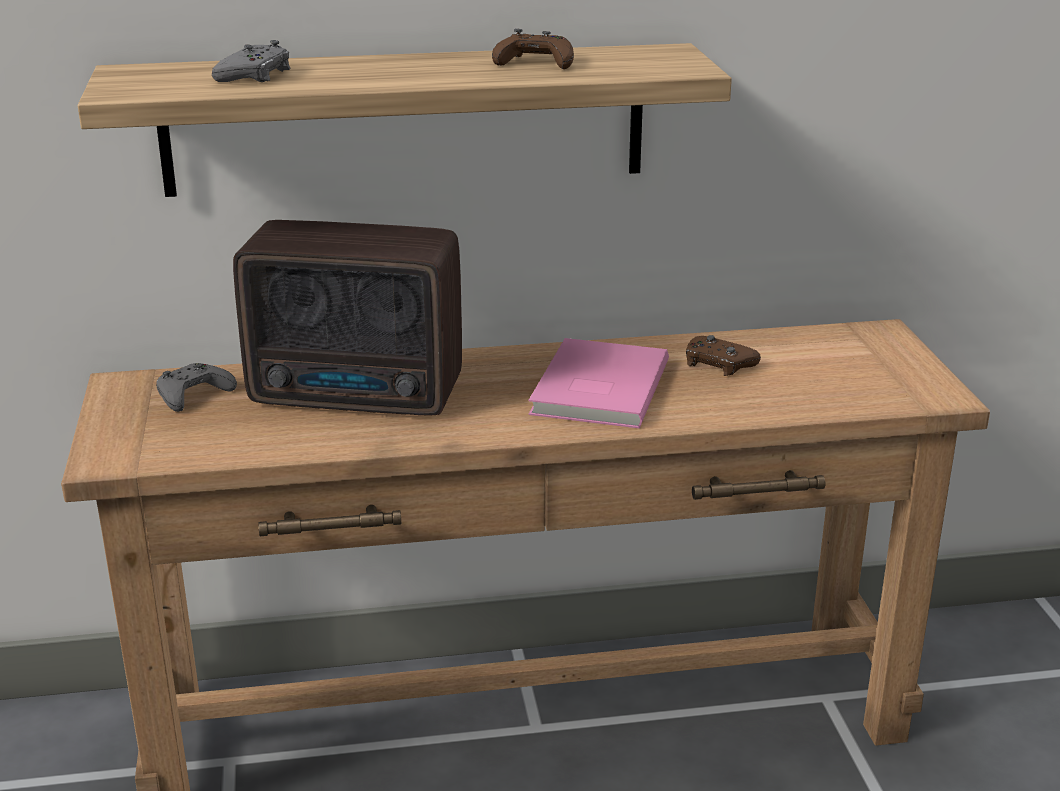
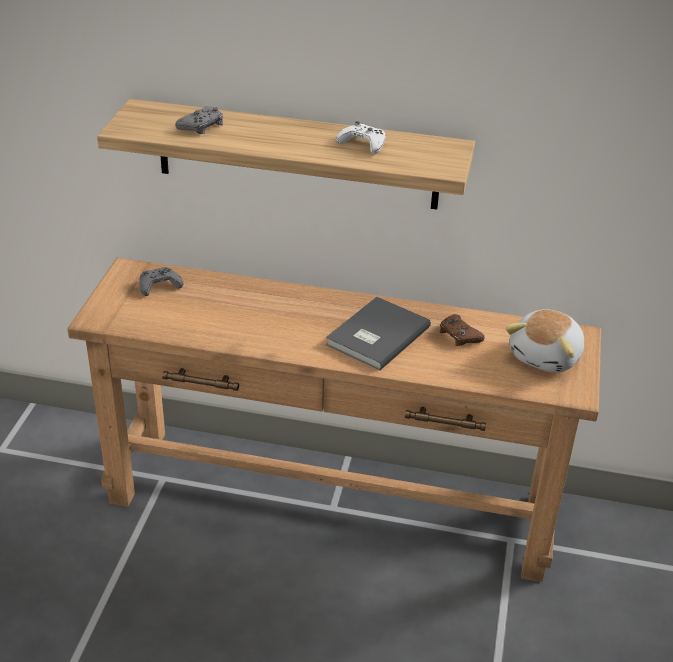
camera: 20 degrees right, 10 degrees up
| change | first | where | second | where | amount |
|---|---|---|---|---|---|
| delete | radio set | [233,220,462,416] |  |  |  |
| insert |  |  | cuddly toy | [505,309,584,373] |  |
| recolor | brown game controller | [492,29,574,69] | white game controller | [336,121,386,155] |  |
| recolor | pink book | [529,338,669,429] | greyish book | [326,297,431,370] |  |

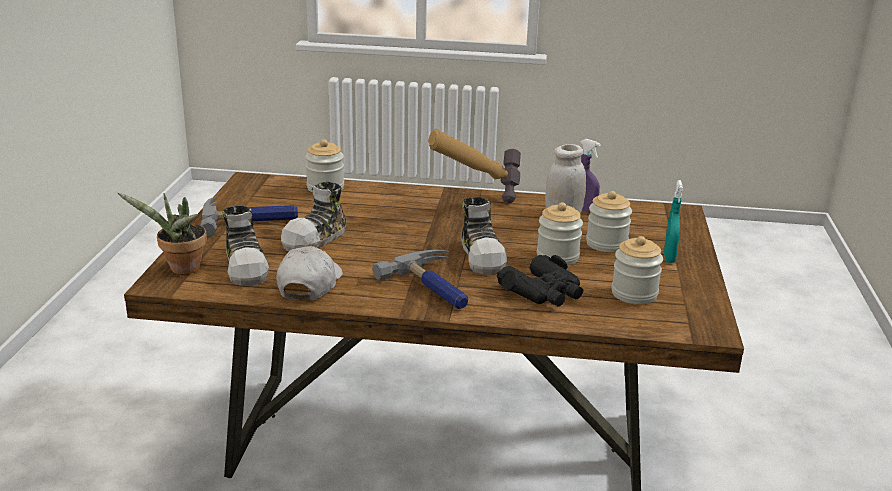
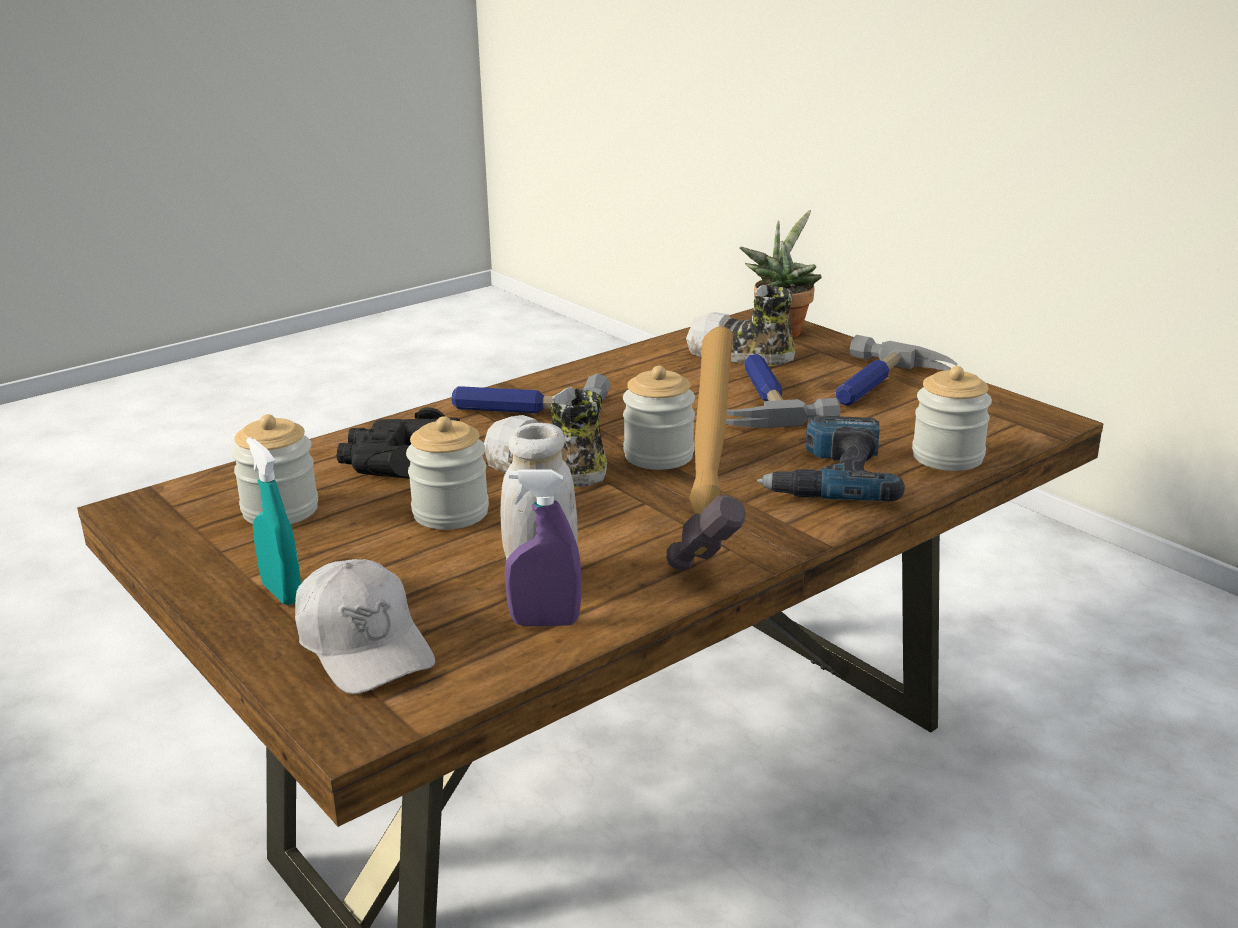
camera: 135 degrees right, 0 degrees up
| change | first | where | second | where | amount |
|---|---|---|---|---|---|
| insert |  |  | electric drill | [757,416,905,502] |  |
| move | white baseball cap | [276,246,343,300] |  | [295,559,435,694] |  |
| move | jar | [586,191,632,252] |  | [623,366,695,470] |  |
| replace | low shoe | [281,182,347,252] | tool hammer | [726,354,840,428] |  |

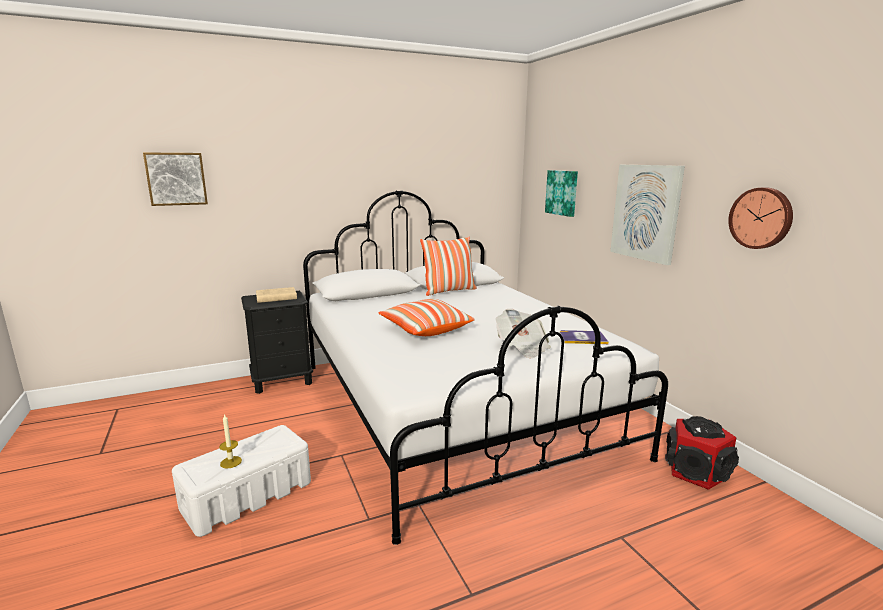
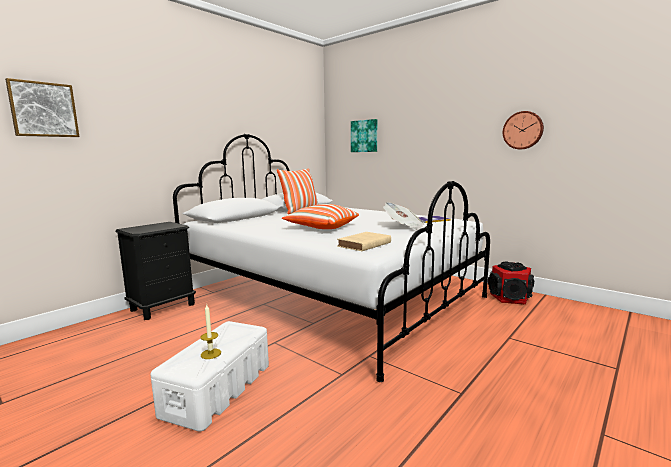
camera: 25 degrees left, 5 degrees down
| change | first | where | second | where | amount |
|---|---|---|---|---|---|
| delete | picture | [610,165,685,265] |  |  |  |
| move | sand-coloured book | [256,287,297,303] |  | [337,232,391,251] |  |

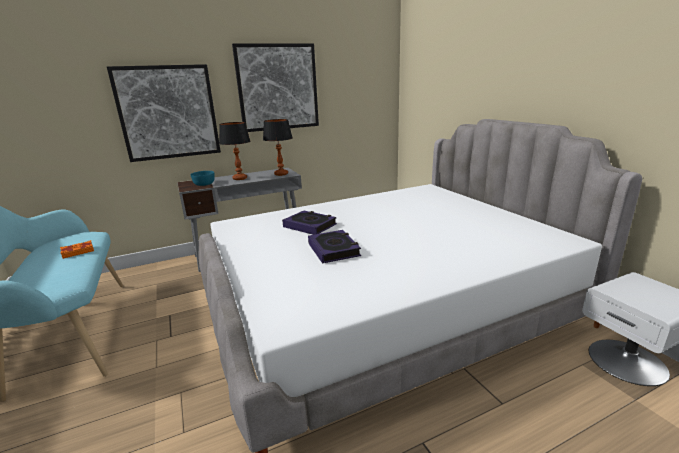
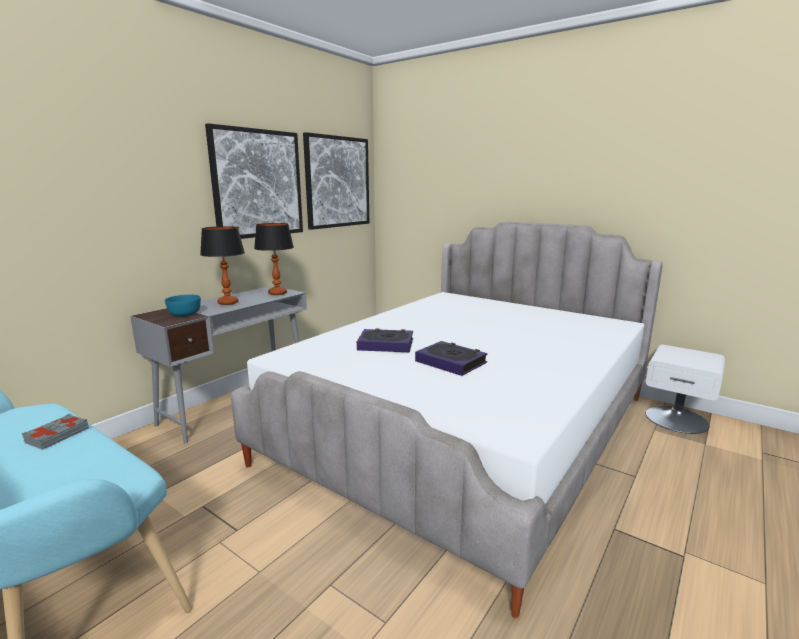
camera: 30 degrees left, 5 degrees down
| change | first | where | second | where | amount |
|---|---|---|---|---|---|
| move | picture | [107,64,221,162] |  | [303,132,369,230] |  |
| recolor | orange-coloured book | [60,240,94,259] | greyish book | [21,414,89,450] |  |

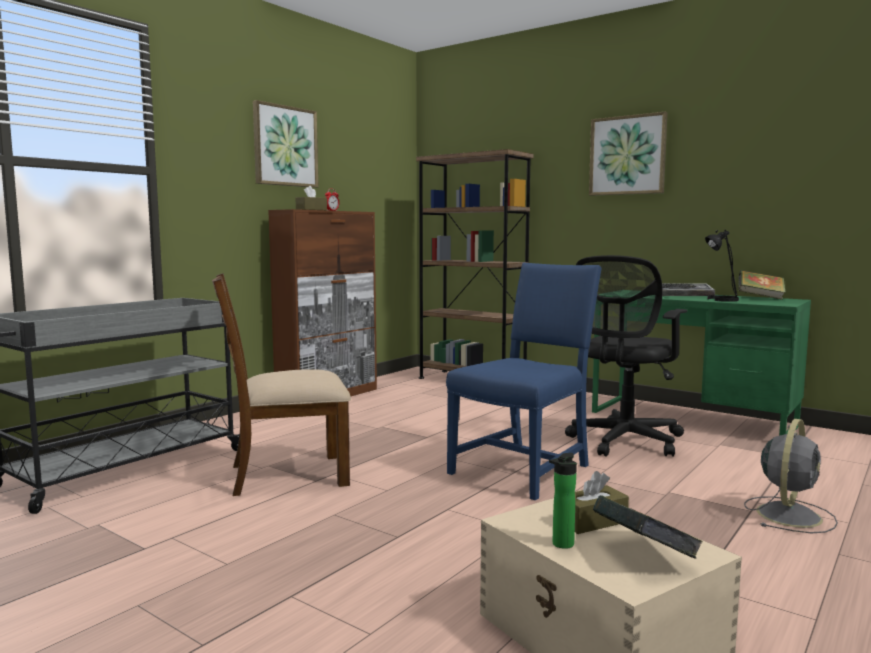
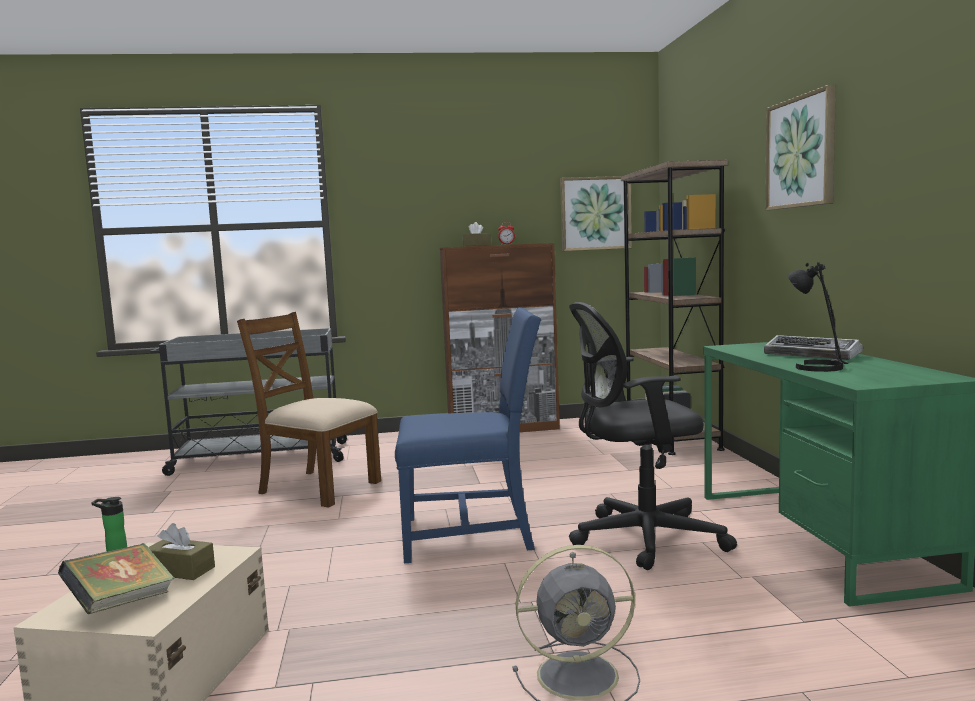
camera: 45 degrees right, 0 degrees up
| change | first | where | second | where | amount |
|---|---|---|---|---|---|
| delete | book | [739,270,786,300] |  |  |  |
| move | picture | [253,100,319,188] |  | [560,176,632,251] |  |

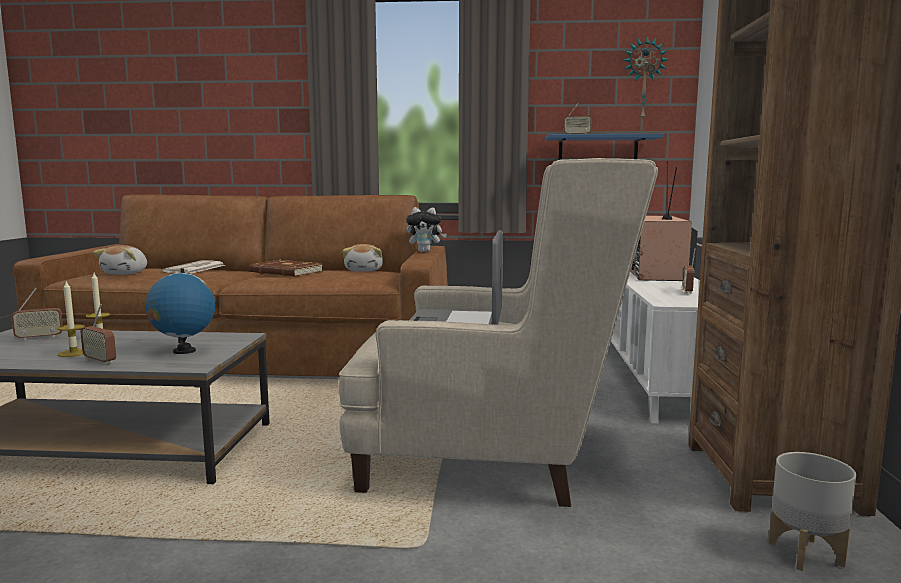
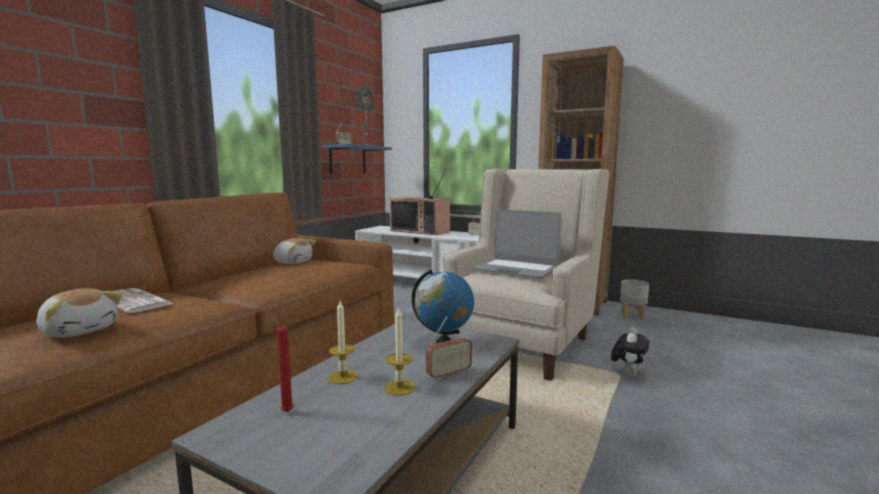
camera: 65 degrees left, 0 degrees up
| change | first | where | second | where | amount |
|---|---|---|---|---|---|
| delete | brown book | [250,260,323,276] |  |  |  |
| move | cuddly toy | [406,207,447,252] |  | [611,327,649,377] |  |
| replace | radio set | [11,288,63,340] | reddish wax light | [271,319,294,413] |  |

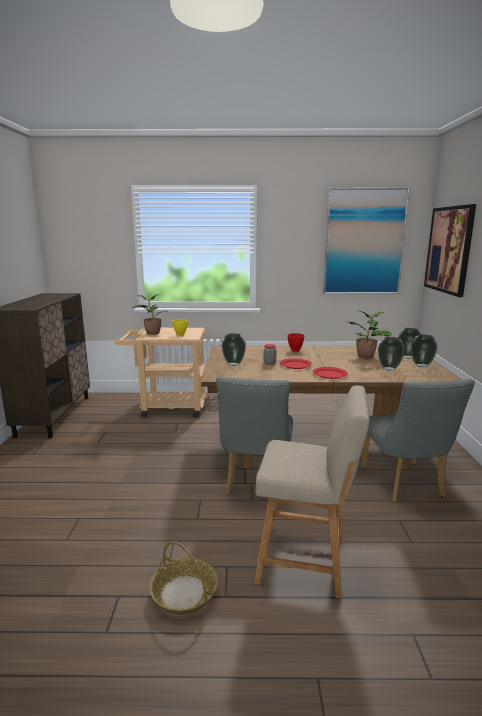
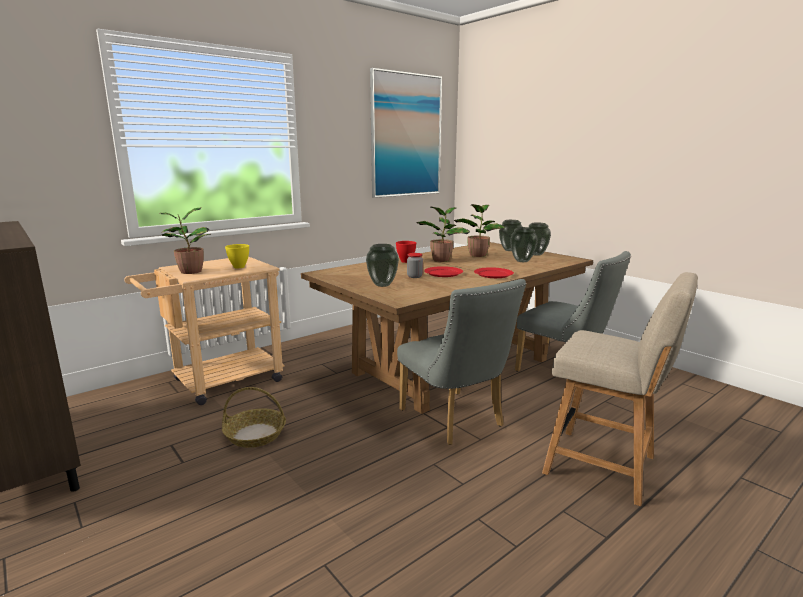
camera: 40 degrees left, 0 degrees up
| change | first | where | second | where | amount |
|---|---|---|---|---|---|
| delete | picture | [424,204,476,297] |  |  |  |
| insert |  |  | plant in a pot | [417,207,470,262] |  |
| move | household basket | [149,541,218,615] |  | [222,387,286,448] |  |
| rotate | sand-coloured chair | [254,385,370,599] |  | [542,272,698,506] | 60 degrees clockwise |

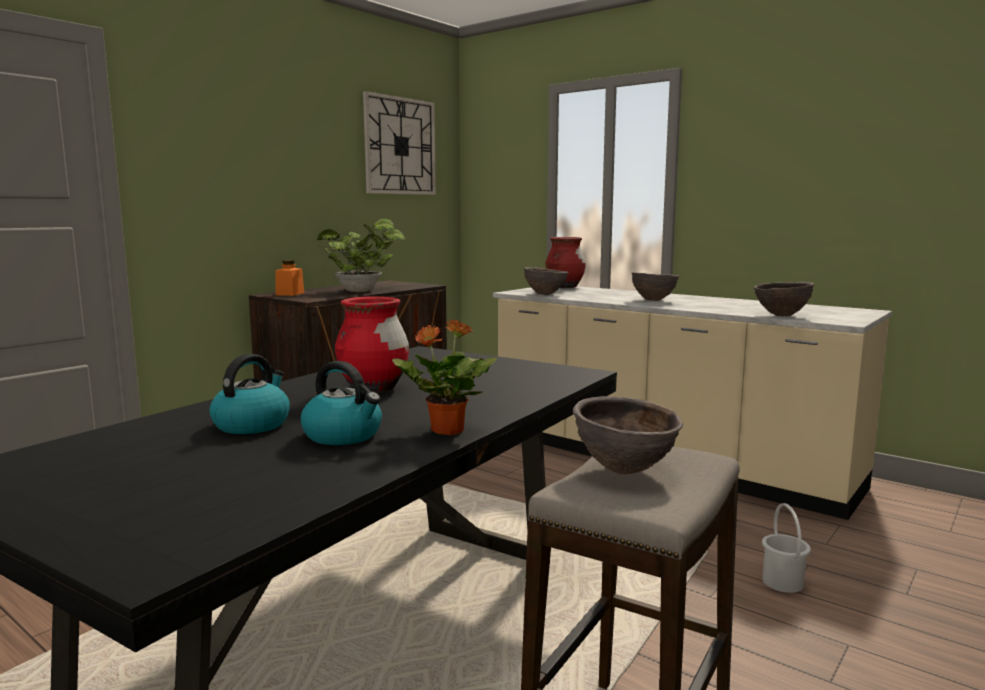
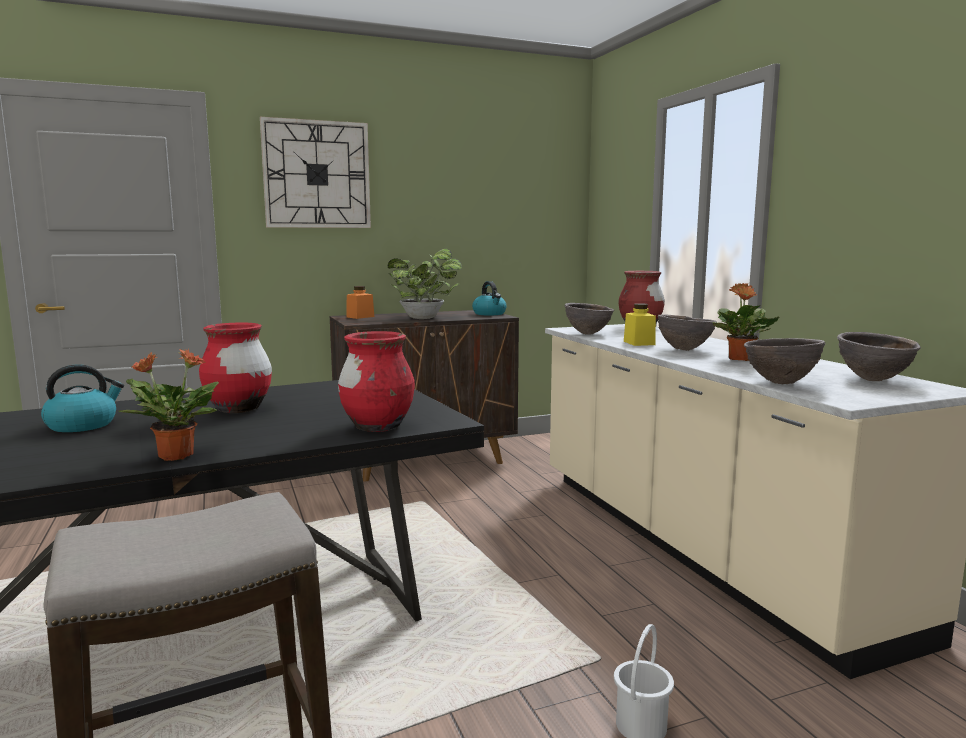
camera: 30 degrees right, 0 degrees up
| change | first | where | second | where | amount |
|---|---|---|---|---|---|
| insert |  |  | reddish vase | [338,331,415,432] |  |
| insert |  |  | yellow-coloured jar | [624,303,656,346] |  |
| insert |  |  | plant in a pot | [713,283,779,361] |  |
| move | tea kettle | [301,361,382,445] |  | [472,281,507,315] |  |
| move | clock on the wall | [363,91,436,195] |  | [260,117,371,228] |  |
| move | brown deep dish | [573,396,683,475] |  | [837,332,921,381] |  |

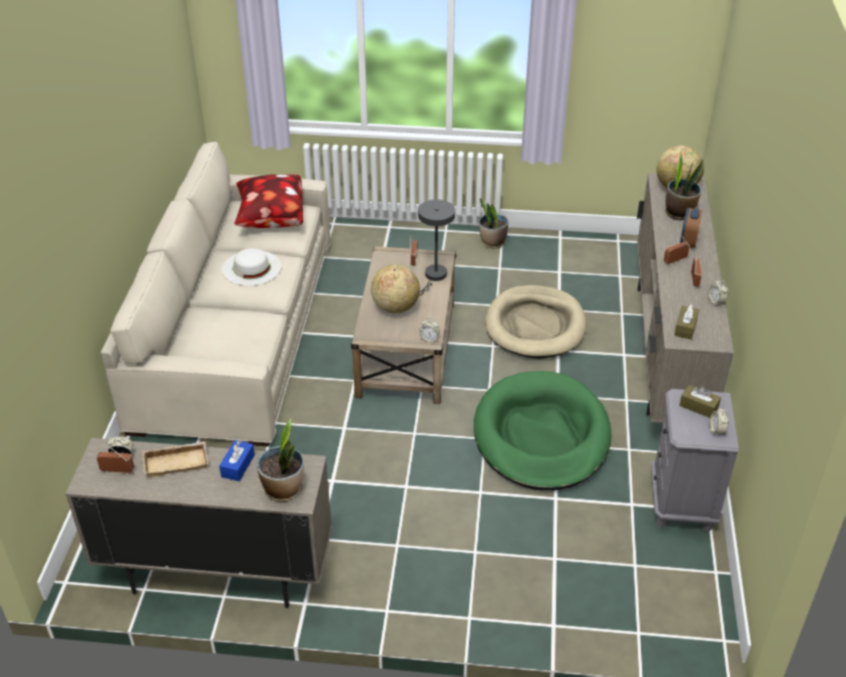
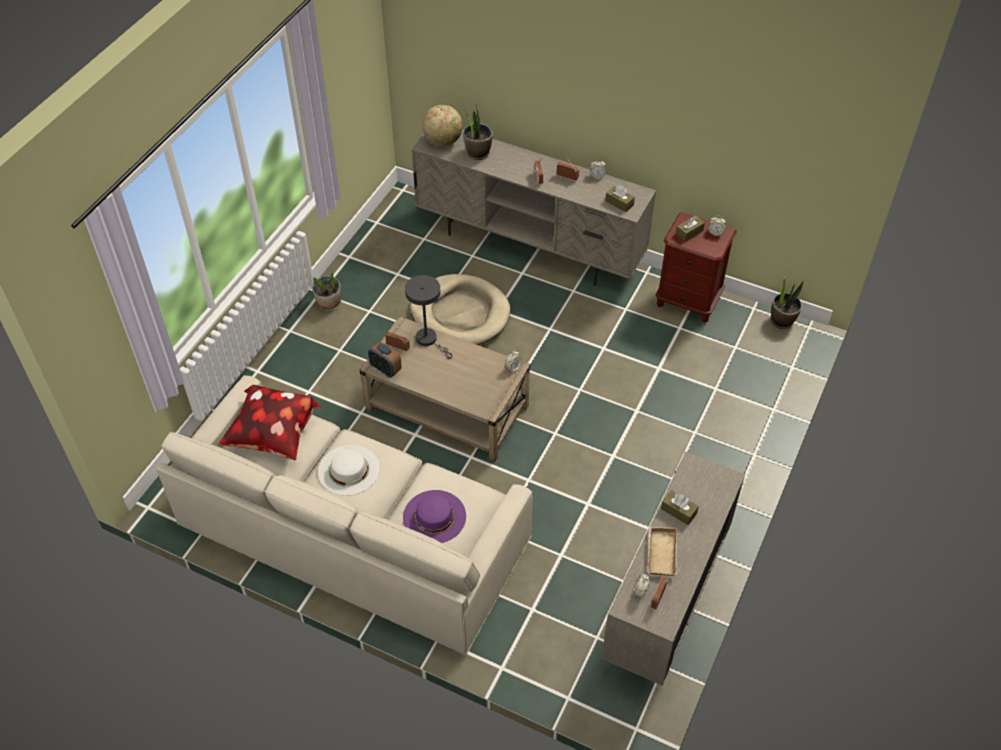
camera: 70 degrees left, 10 degrees up
| change | first | where | second | where | amount |
|---|---|---|---|---|---|
| delete | desk globe | [371,264,420,314] |  |  |  |
| delete | green-coloured pet bed | [474,371,611,490] |  |  |  |
| insert |  |  | purple clothing hat | [403,490,466,543] |  |
| move | plant in a pot | [257,419,304,501] |  | [770,275,804,329] |  |
| move | table clock | [680,208,703,248] |  | [368,342,402,378] |  |
| recolor | blue tissue box | [219,440,255,481] | brown tissue box | [661,490,699,525] |  |
| recolor | greyish nightstand | [651,389,739,533] | brown nightstand | [655,212,737,323] |  |

